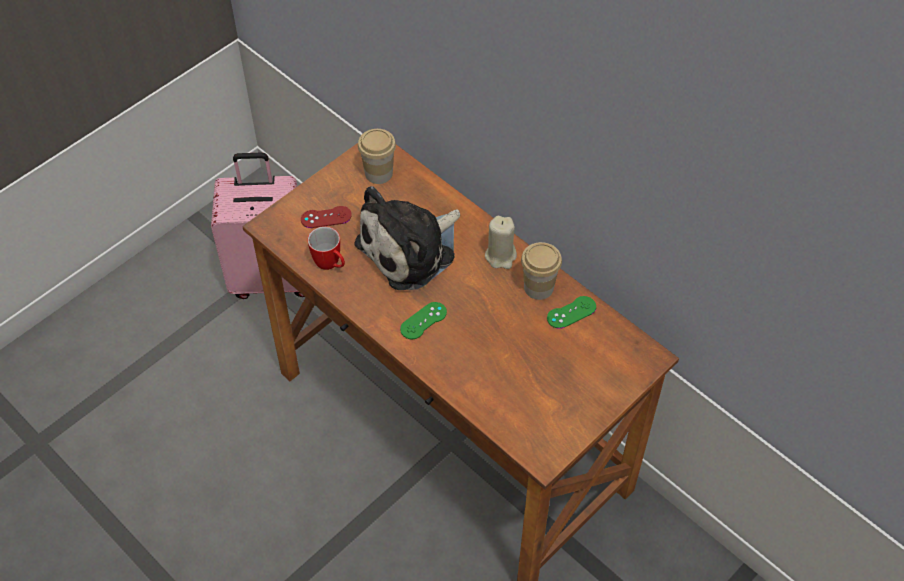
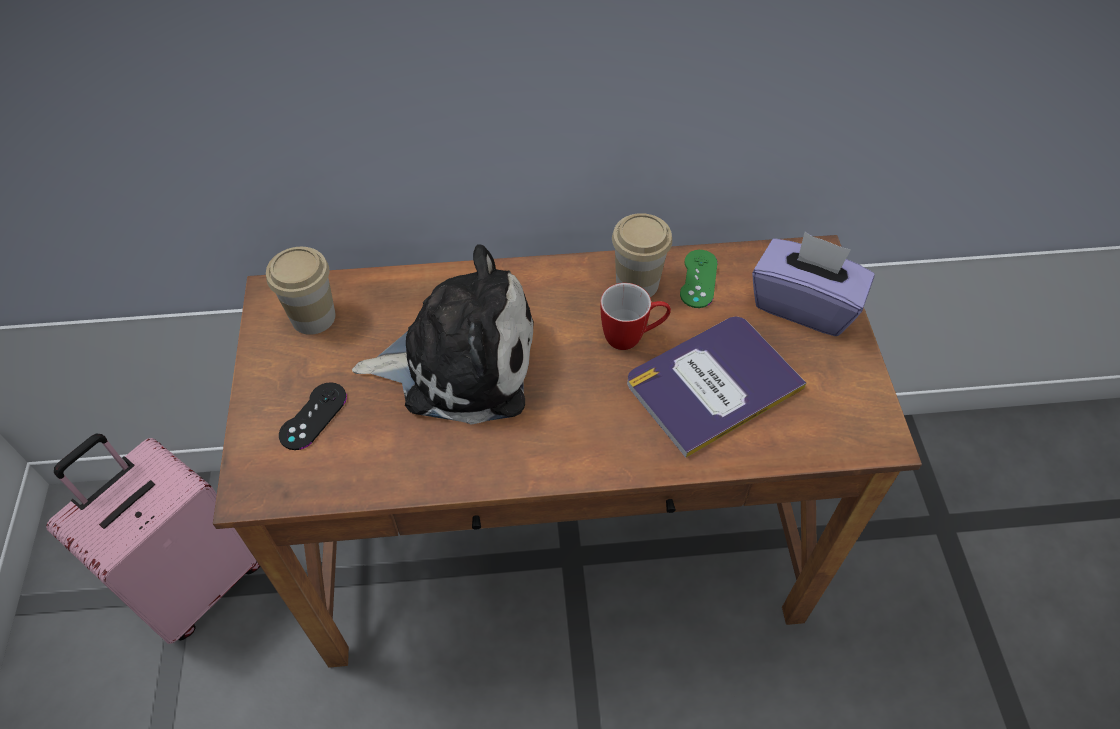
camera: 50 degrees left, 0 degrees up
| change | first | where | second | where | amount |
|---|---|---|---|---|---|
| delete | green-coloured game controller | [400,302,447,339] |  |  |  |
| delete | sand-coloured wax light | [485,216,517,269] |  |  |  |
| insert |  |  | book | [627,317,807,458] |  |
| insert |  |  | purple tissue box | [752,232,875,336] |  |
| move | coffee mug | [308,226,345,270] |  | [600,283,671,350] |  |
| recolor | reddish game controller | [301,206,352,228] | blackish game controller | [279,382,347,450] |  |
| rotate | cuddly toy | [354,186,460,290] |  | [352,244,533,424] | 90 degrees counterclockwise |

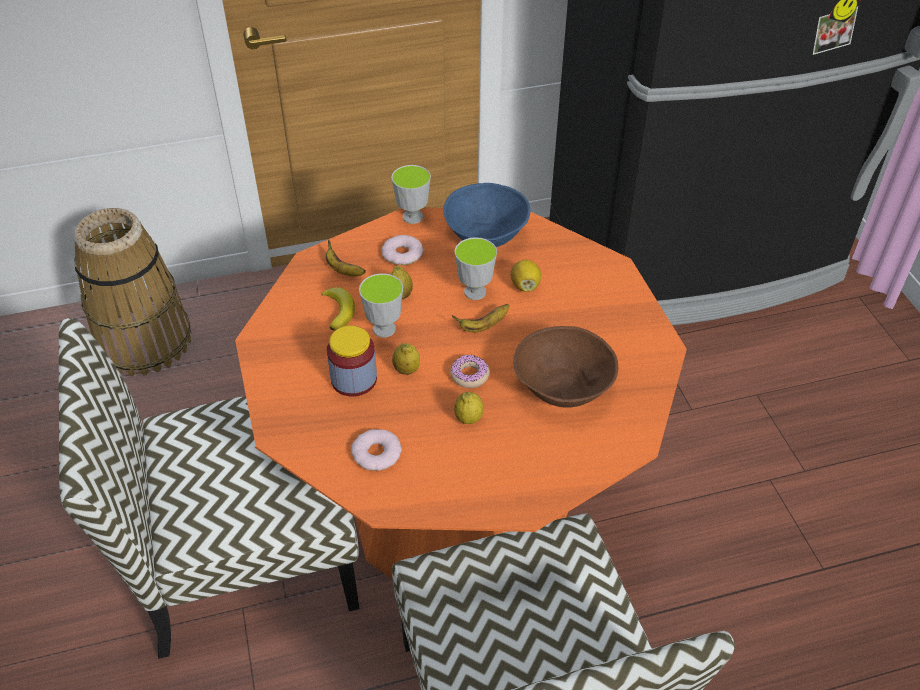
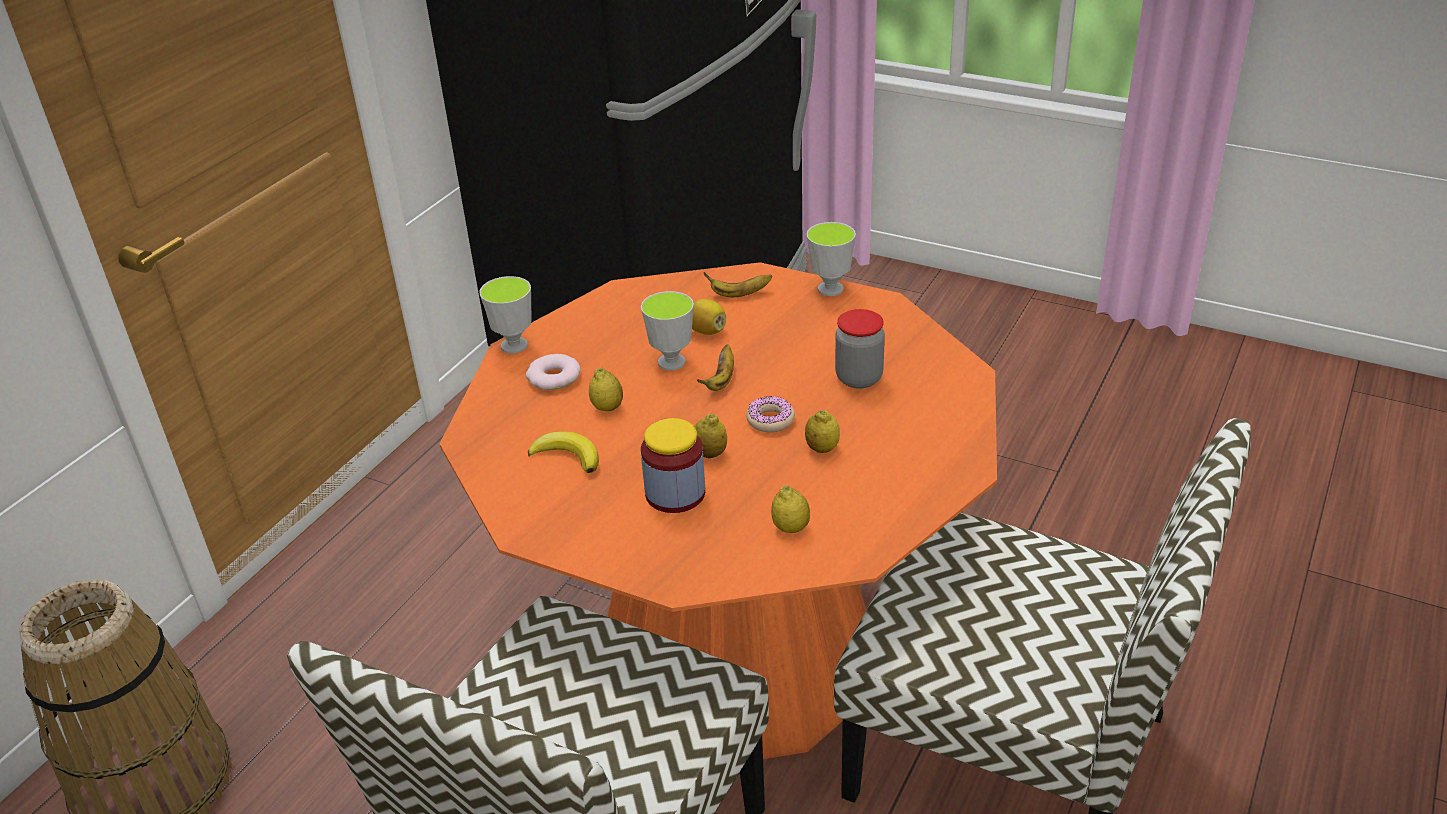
camera: 45 degrees left, 10 degrees down
| change | first | where | second | where | amount |
|---|---|---|---|---|---|
| delete | blue deep dish | [443,183,530,247] |  |  |  |
| move | banana | [326,239,366,276] |  | [703,272,772,297] |  |
| move | cup | [359,273,403,338] |  | [807,222,856,296] |  |
| replace | ring doughnut | [351,429,402,471] | whole lemon | [771,485,810,533] |  |
| replace | brown deep dish | [513,326,618,408] | jar | [835,309,885,389] |  |

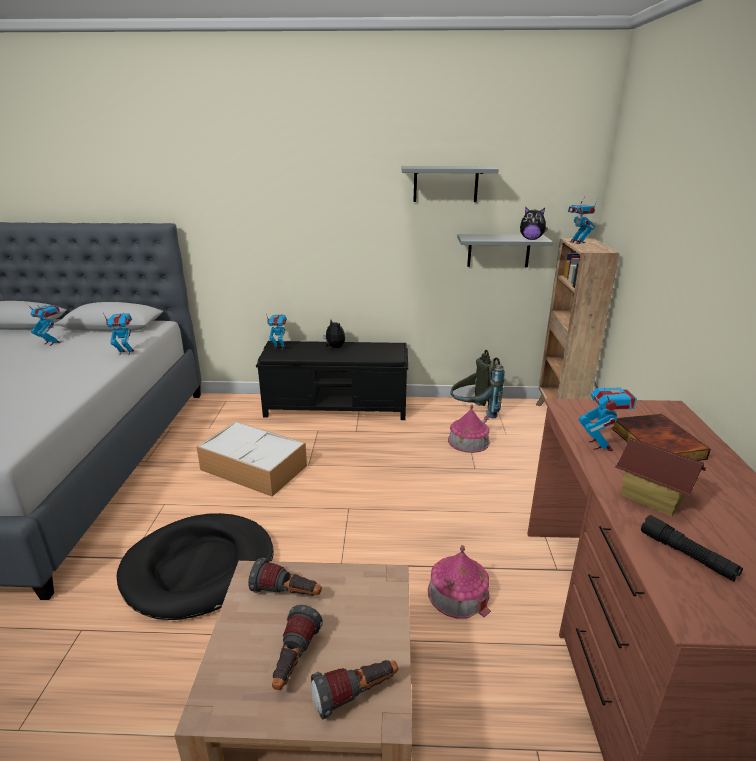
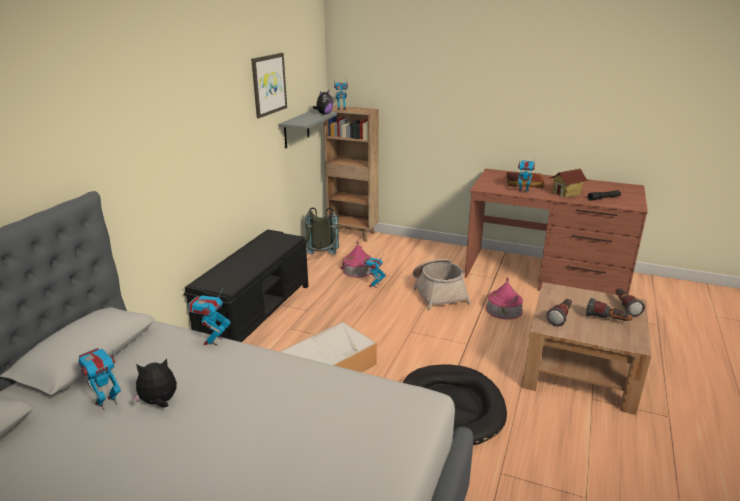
camera: 70 degrees left, 0 degrees up
| change | first | where | second | where | amount |
|---|---|---|---|---|---|
| insert |  |  | household basket | [413,259,471,310] |  |
| move | model robot | [266,314,287,350] |  | [363,256,386,288] |  |
| move | cuddly toy | [323,320,345,348] |  | [133,359,177,408] |  |
| replace | greyish bracket shelf | [402,166,499,202] | picture | [251,53,287,118] |  |

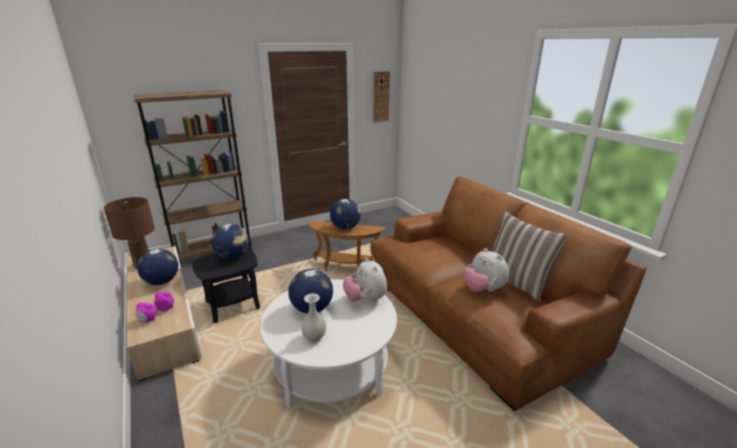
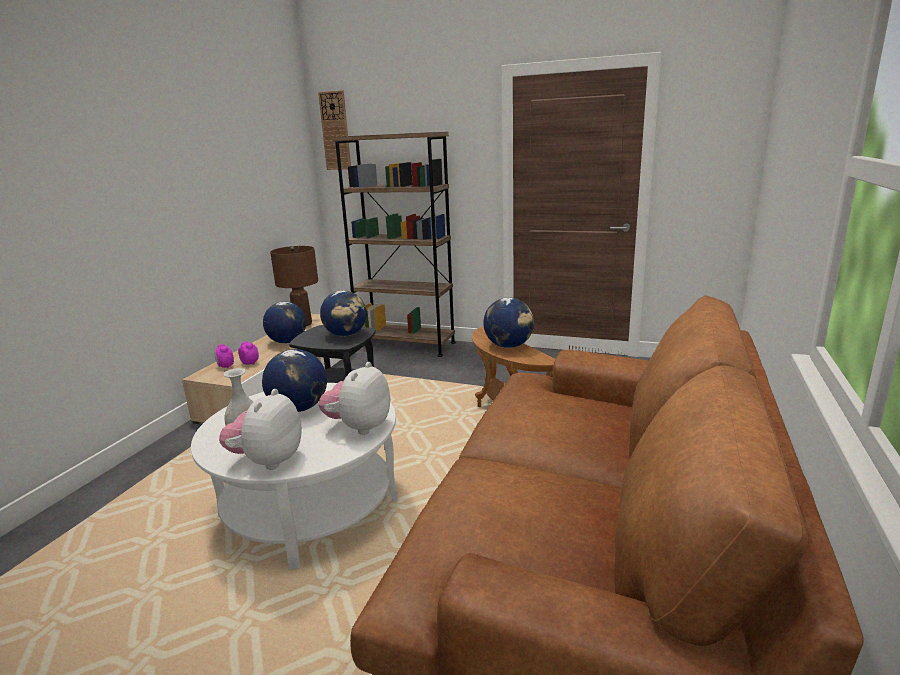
camera: 50 degrees right, 5 degrees down
| change | first | where | second | where | amount |
|---|---|---|---|---|---|
| delete | cushion | [492,211,569,302] |  |  |  |
| move | clock on the wall | [373,71,390,123] |  | [318,90,351,170] |  |
| move | cuddly toy | [463,248,509,292] |  | [219,389,302,470] |  |

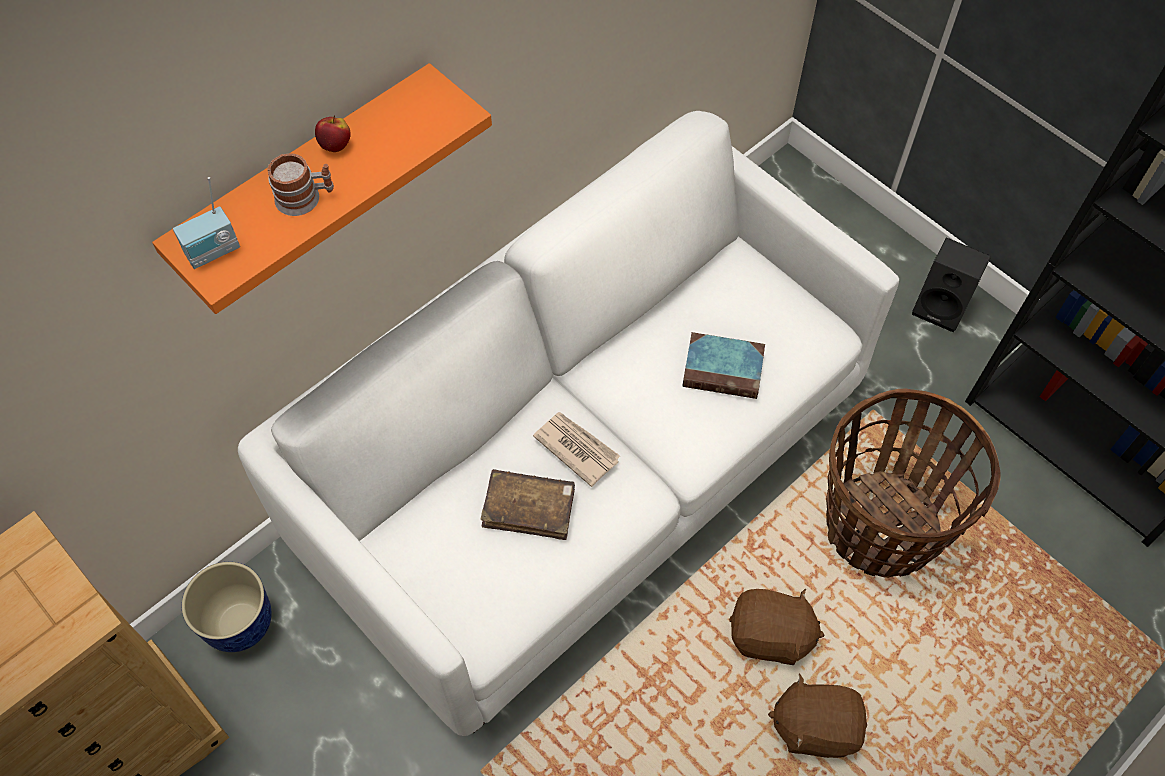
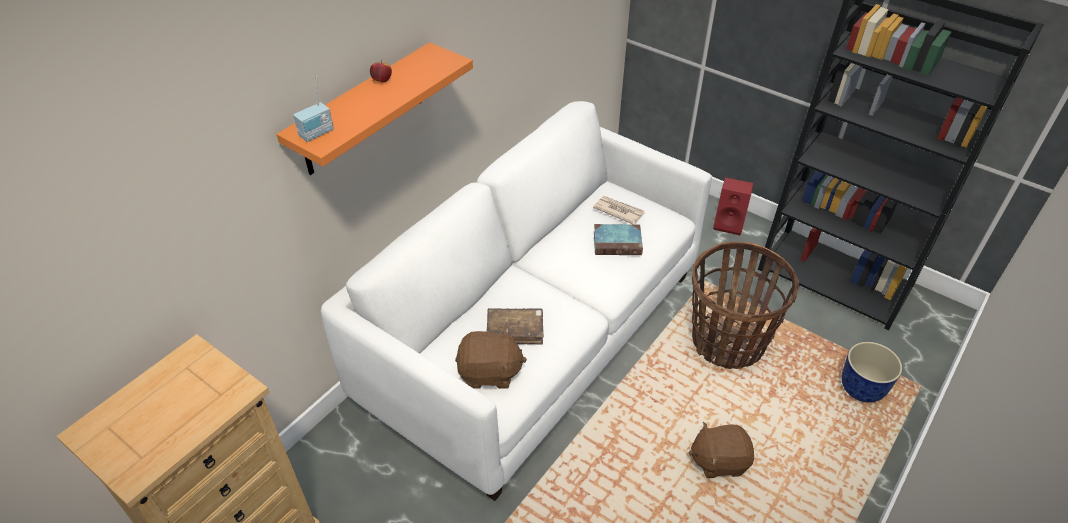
camera: 10 degrees left, 15 degrees down
| change | first | where | second | where | amount |
|---|---|---|---|---|---|
| delete | coffee mug | [268,153,334,216] |  |  |  |
| move | flower pot | [182,562,272,652] |  | [842,342,902,403] |  |
| move | printed paper | [533,412,620,487] |  | [593,196,645,224] |  |
| move | brown cuddly toy | [729,589,825,665] |  | [455,327,527,389] |  |
| recolor | blackish audio speaker | [912,237,991,332] | reddish audio speaker | [713,177,754,235] |  |

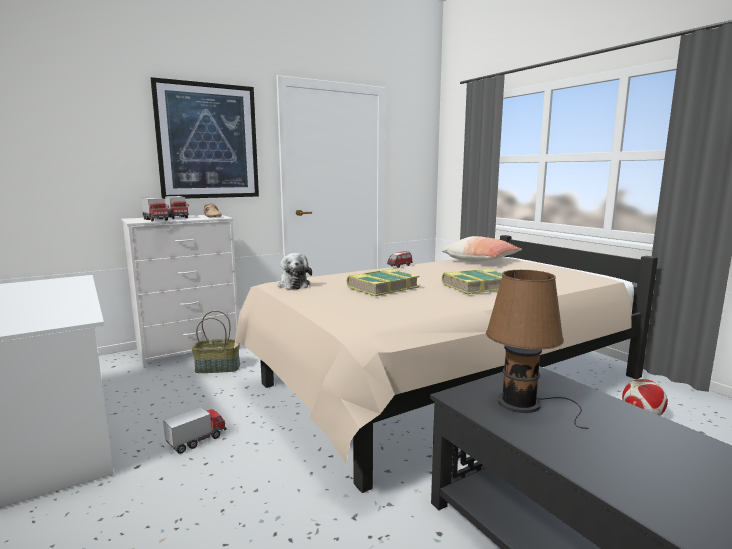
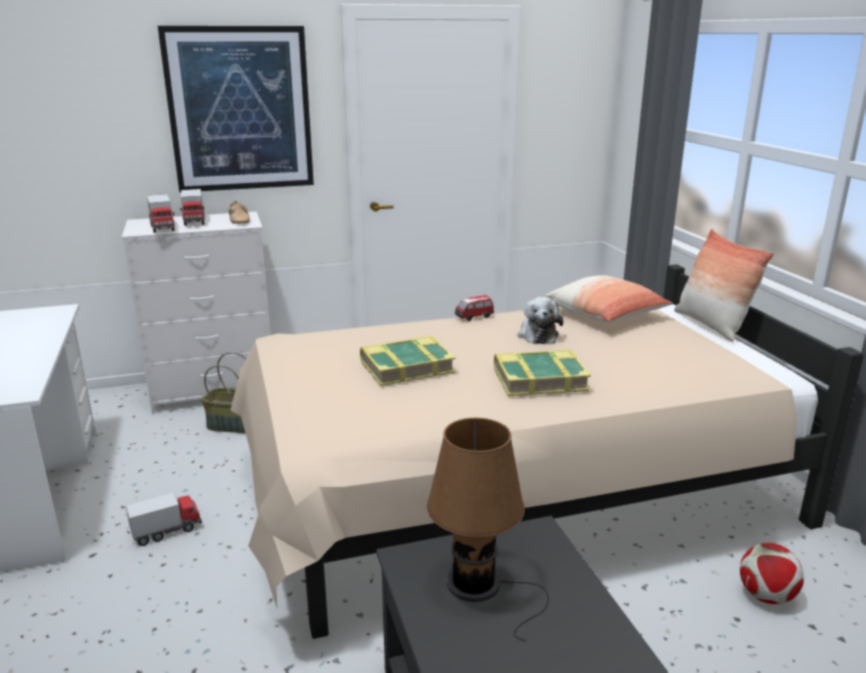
camera: 15 degrees right, 10 degrees up
| change | first | where | second | where | amount |
|---|---|---|---|---|---|
| insert |  |  | cushion | [674,229,774,342] |  |
| move | cuddly toy | [278,253,312,290] |  | [518,297,563,344] |  |

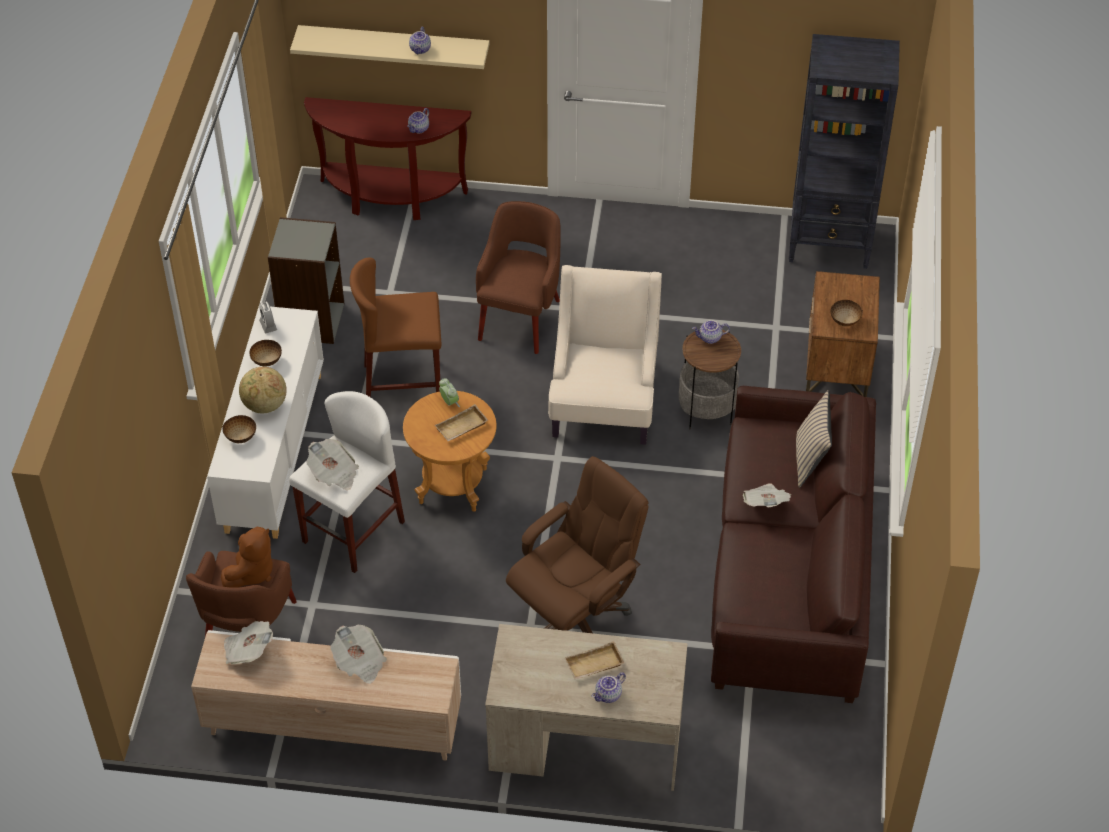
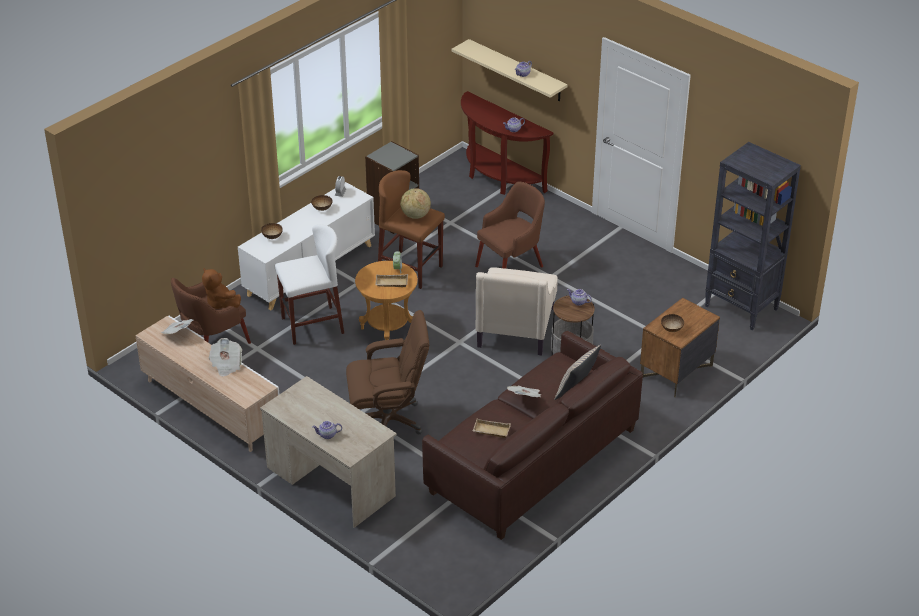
camera: 35 degrees right, 10 degrees down
| change | first | where | second | where | amount |
|---|---|---|---|---|---|
| delete | printed paper | [306,439,359,490] |  |  |  |
| move | desk globe | [239,367,287,413] |  | [400,188,431,219] |  |
| move | sand-coloured tray | [565,641,624,680] |  | [473,419,511,438] |  |
| rotate | brown cuddly toy | [221,527,273,588] |  | [202,268,241,309] | 75 degrees clockwise |
| rotate | sand-coloured easy chair | [548,265,662,445] |  | [476,267,558,355] | 150 degrees clockwise |

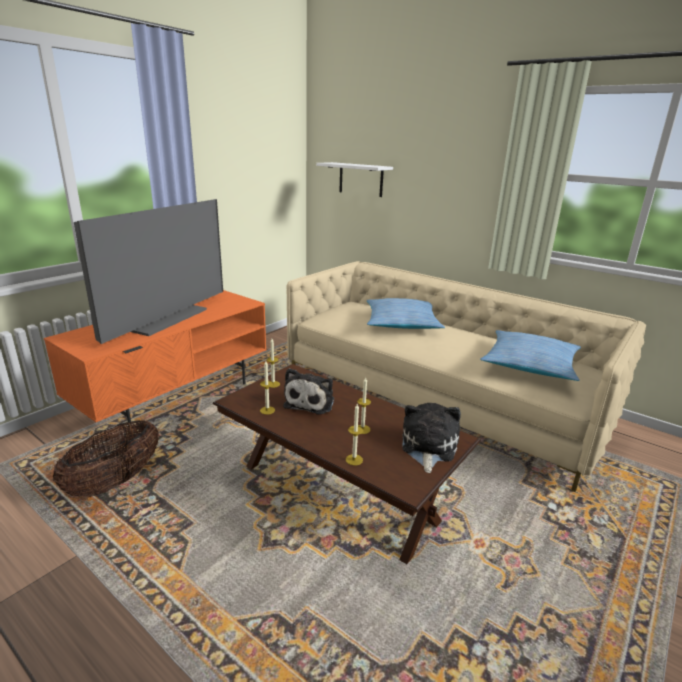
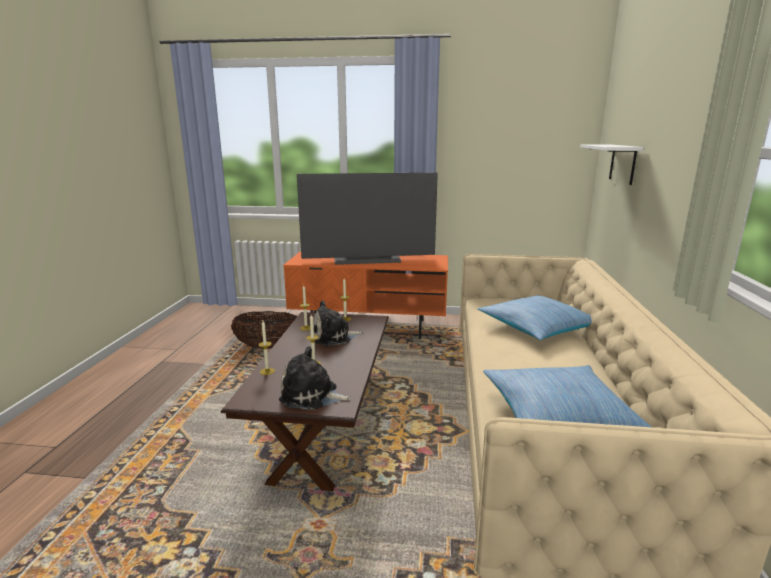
camera: 60 degrees right, 5 degrees down
| change | first | where | second | where | amount |
|---|---|---|---|---|---|
| rotate | cuddly toy | [402,403,461,473] |  | [279,346,352,410] | 150 degrees counterclockwise |

